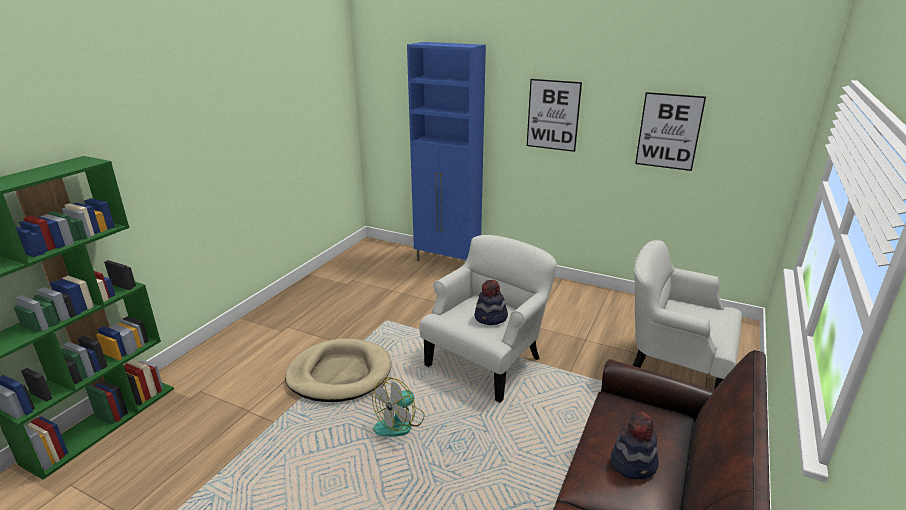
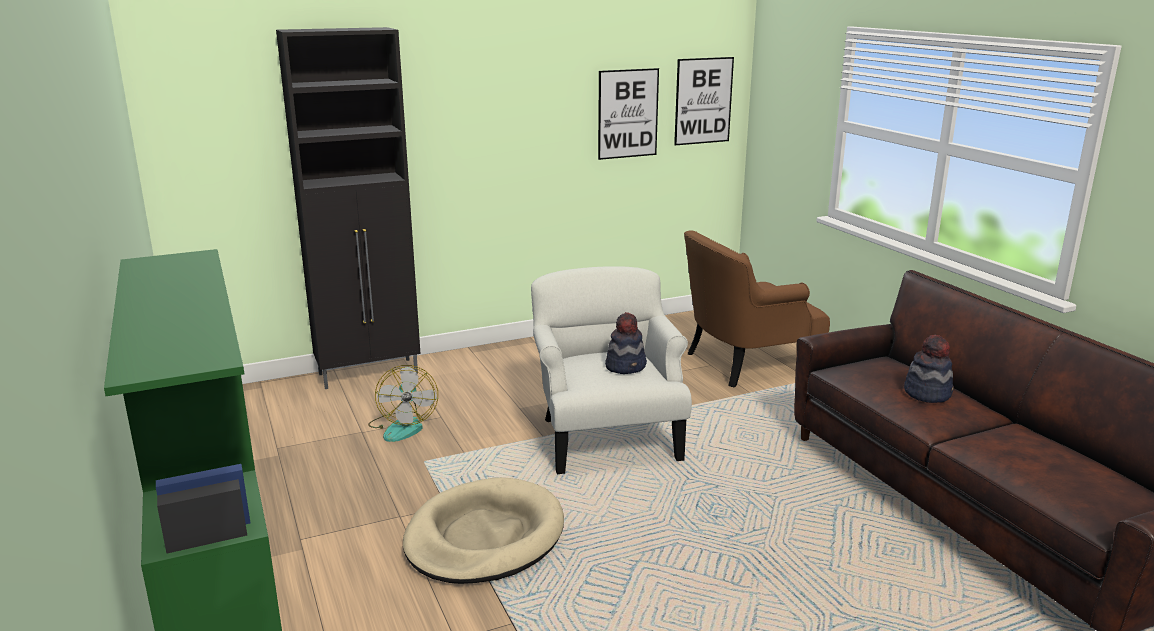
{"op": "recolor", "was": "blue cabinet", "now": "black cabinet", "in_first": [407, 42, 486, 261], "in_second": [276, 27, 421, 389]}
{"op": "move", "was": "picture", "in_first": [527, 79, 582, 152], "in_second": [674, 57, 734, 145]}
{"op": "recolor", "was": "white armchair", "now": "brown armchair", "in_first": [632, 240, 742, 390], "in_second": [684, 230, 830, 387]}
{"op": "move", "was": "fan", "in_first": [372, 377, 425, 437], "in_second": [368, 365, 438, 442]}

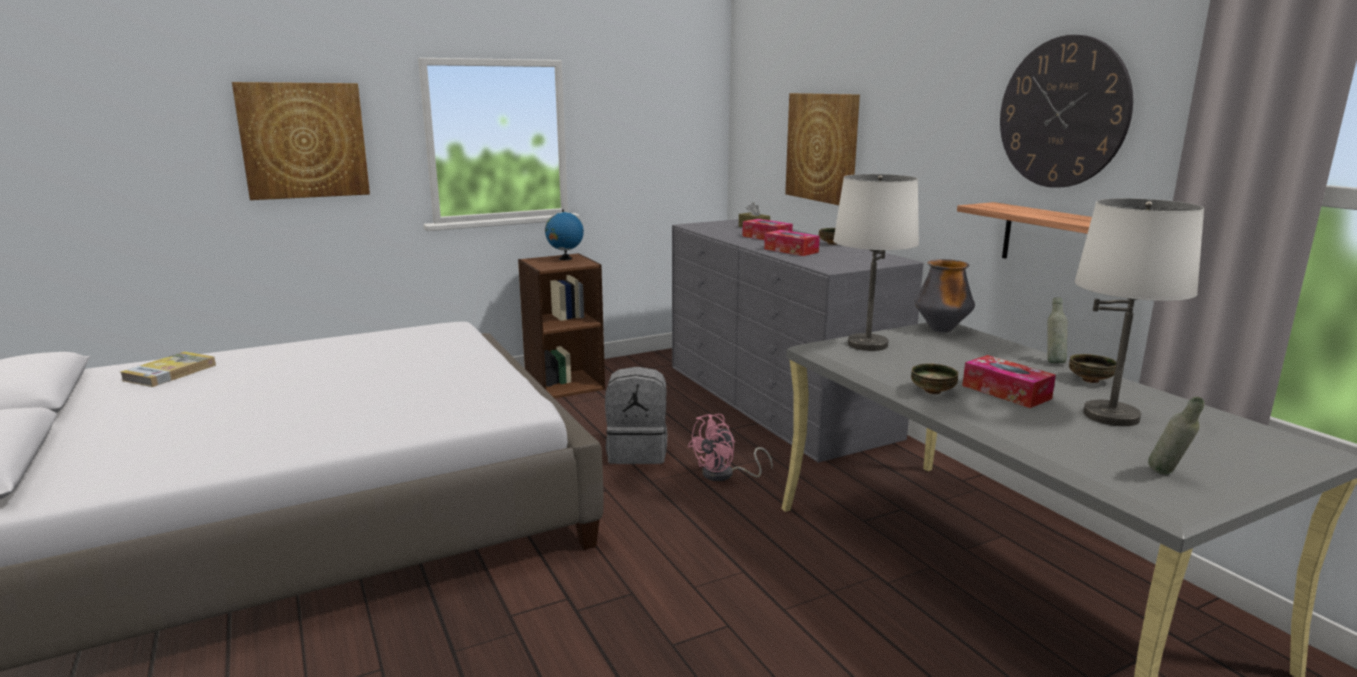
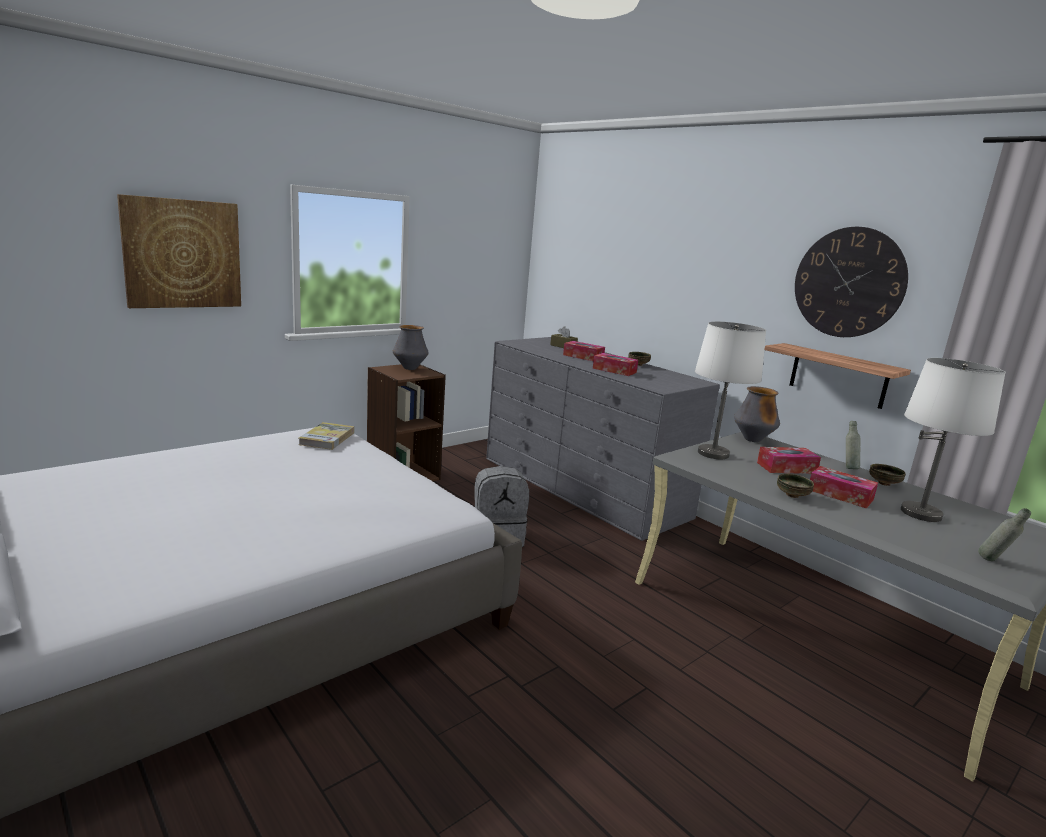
{"op": "delete", "was": "picture", "in_first": [785, 93, 860, 205]}
{"op": "replace", "was": "globe", "now": "vase", "in_first": [545, 209, 584, 260], "in_second": [393, 325, 429, 370]}
{"op": "move", "was": "book", "in_first": [121, 352, 216, 387], "in_second": [299, 422, 354, 450]}
{"op": "delete", "was": "pink fan", "in_first": [688, 414, 773, 481]}
{"op": "insert", "now": "tissue box", "in_second": [757, 447, 821, 474]}

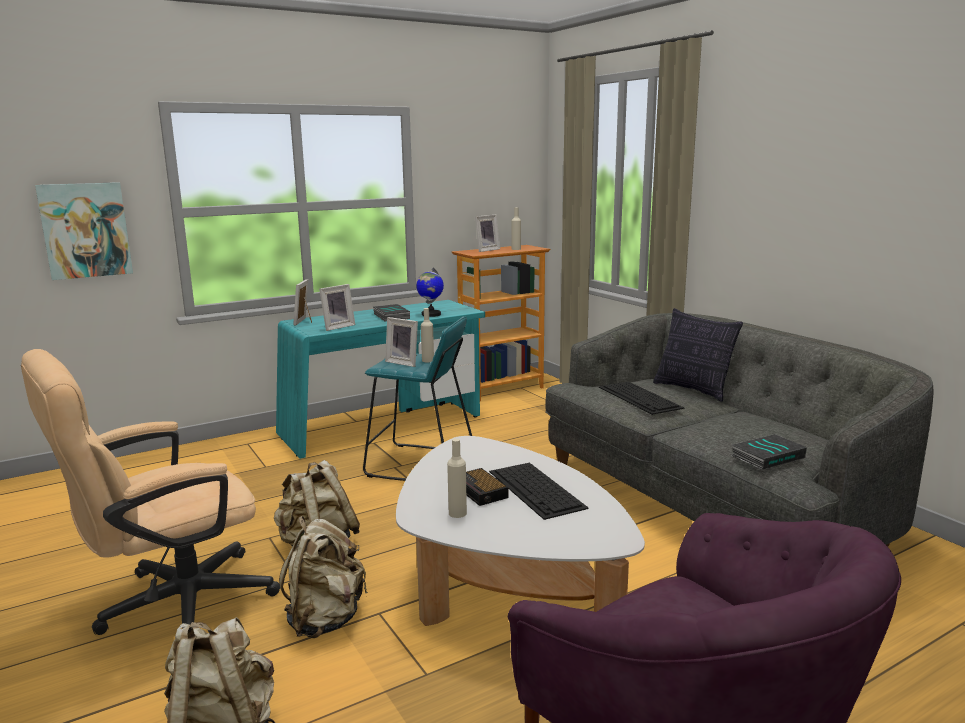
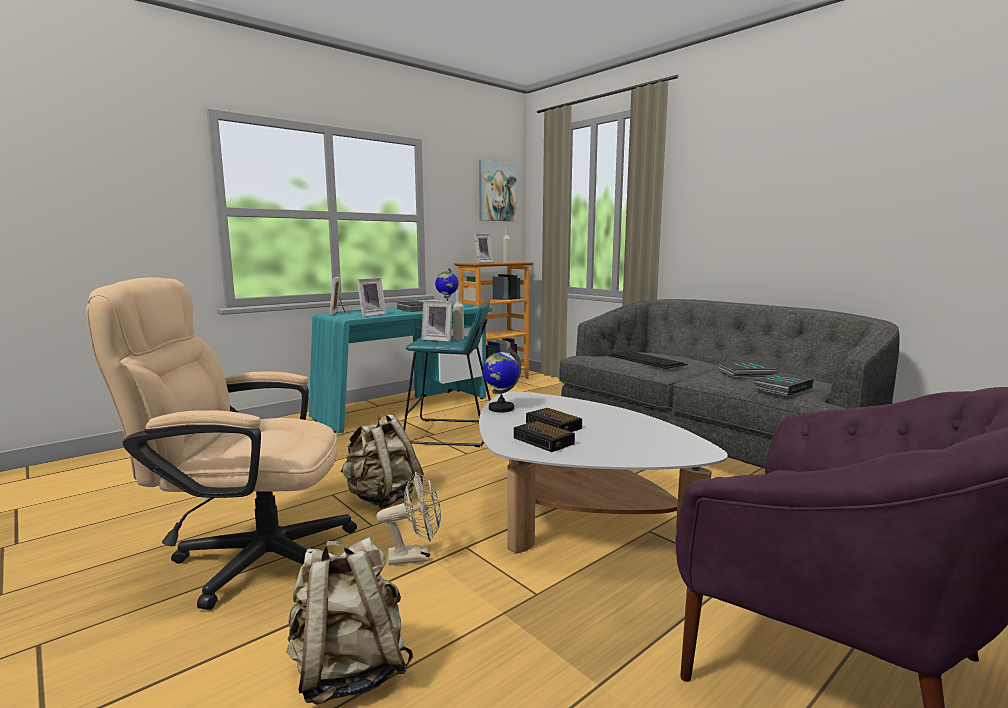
{"op": "move", "was": "picture", "in_first": [35, 182, 133, 280], "in_second": [479, 160, 517, 222]}
{"op": "delete", "was": "pillow", "in_first": [653, 308, 743, 402]}
{"op": "rotate", "was": "beige office chair", "in_first": [21, 349, 280, 635], "in_second": [86, 277, 357, 610], "clockwise": 45}
{"op": "replace", "was": "beige bottle", "now": "alarm clock", "in_first": [447, 438, 467, 518], "in_second": [514, 421, 575, 452]}
{"op": "delete", "was": "keyboard", "in_first": [489, 463, 589, 520]}
{"op": "replace", "was": "beige backpack", "now": "beige fan", "in_first": [279, 516, 368, 638], "in_second": [376, 472, 441, 566]}
{"op": "insert", "now": "globe", "in_second": [483, 347, 521, 412]}
{"op": "insert", "now": "book", "in_second": [719, 362, 779, 379]}

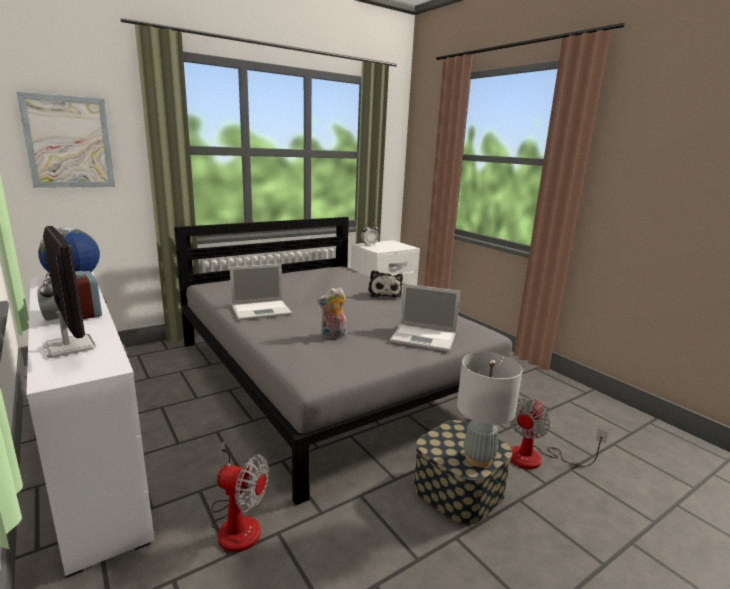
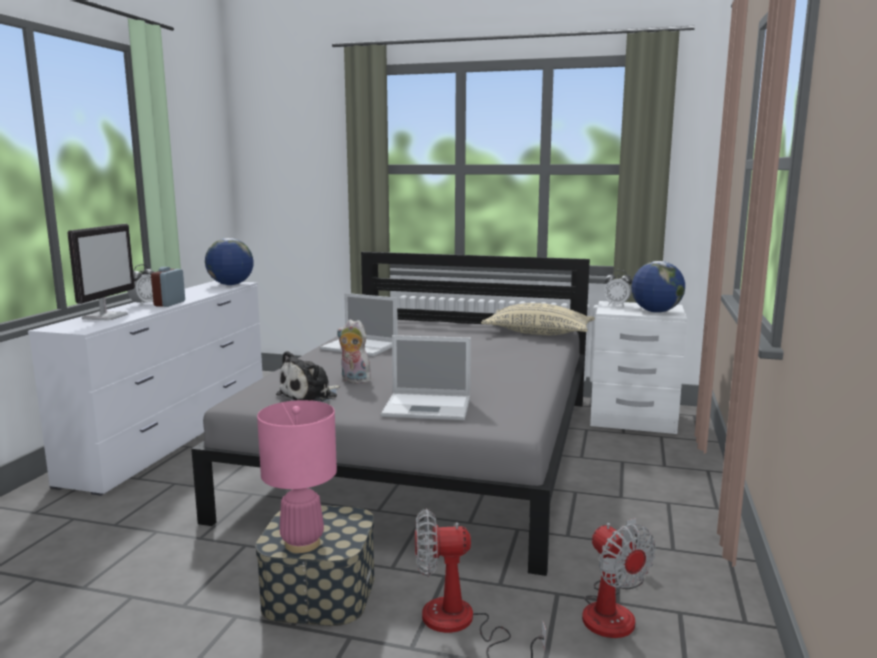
{"op": "delete", "was": "picture", "in_first": [16, 92, 115, 188]}
{"op": "move", "was": "plush toy", "in_first": [368, 270, 403, 298], "in_second": [276, 351, 341, 402]}
{"op": "rotate", "was": "laptop", "in_first": [390, 284, 460, 352], "in_second": [381, 335, 471, 420], "clockwise": -60}
{"op": "recolor", "was": "grey table lamp", "now": "pink table lamp", "in_first": [457, 352, 523, 468], "in_second": [257, 400, 337, 553]}
{"op": "move", "was": "fan", "in_first": [211, 440, 269, 552], "in_second": [582, 518, 656, 638]}
{"op": "insert", "now": "globe", "in_second": [631, 261, 685, 313]}
{"op": "insert", "now": "beige pillow", "in_second": [481, 303, 595, 335]}

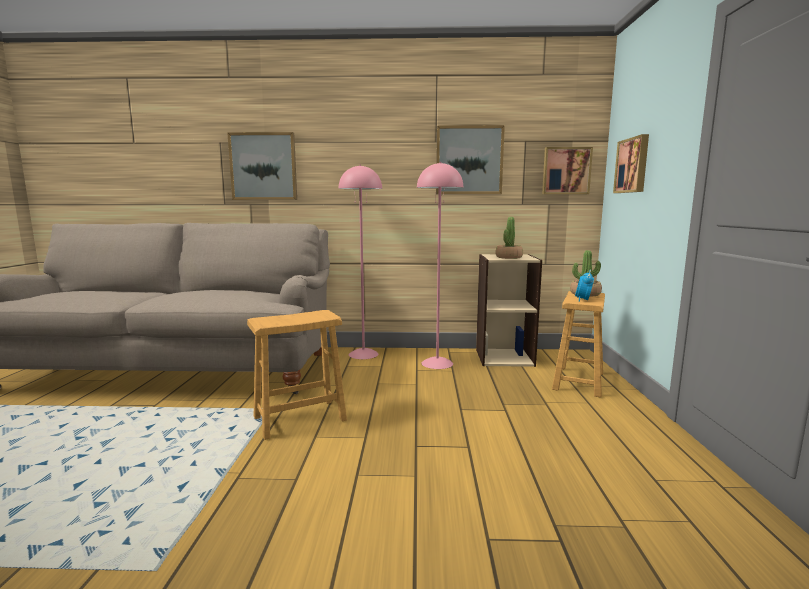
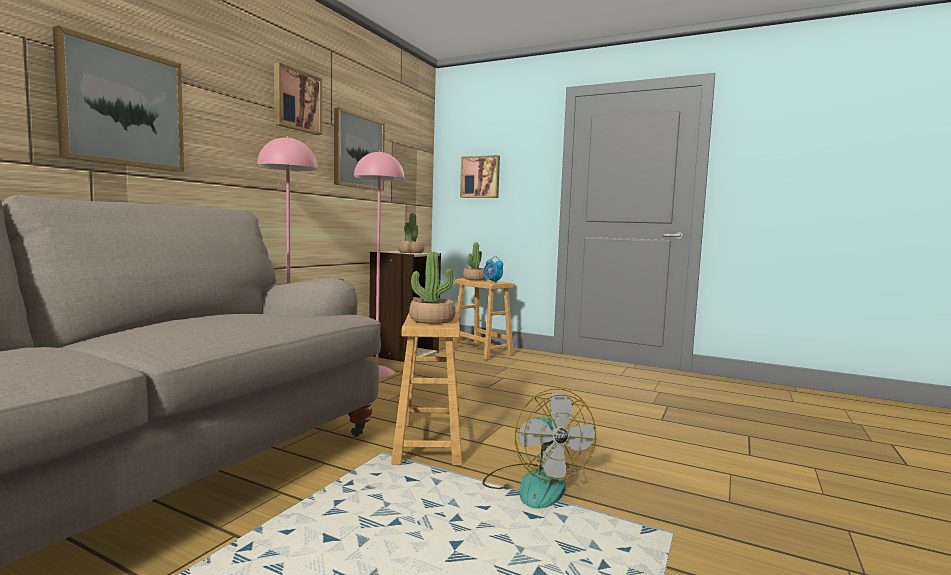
{"op": "move", "was": "picture", "in_first": [542, 147, 593, 194], "in_second": [274, 62, 322, 135]}
{"op": "insert", "now": "potted plant", "in_second": [409, 252, 456, 324]}
{"op": "insert", "now": "fan", "in_second": [482, 389, 596, 509]}

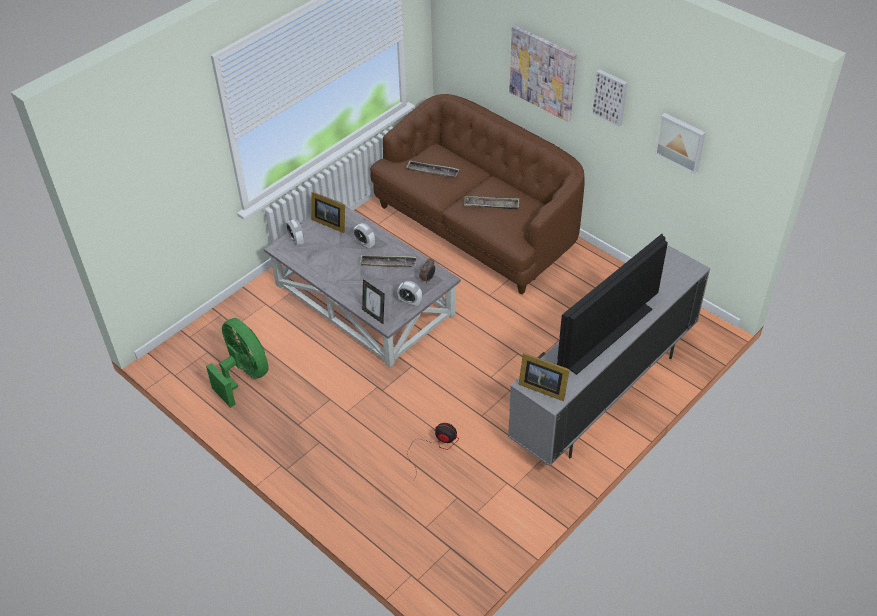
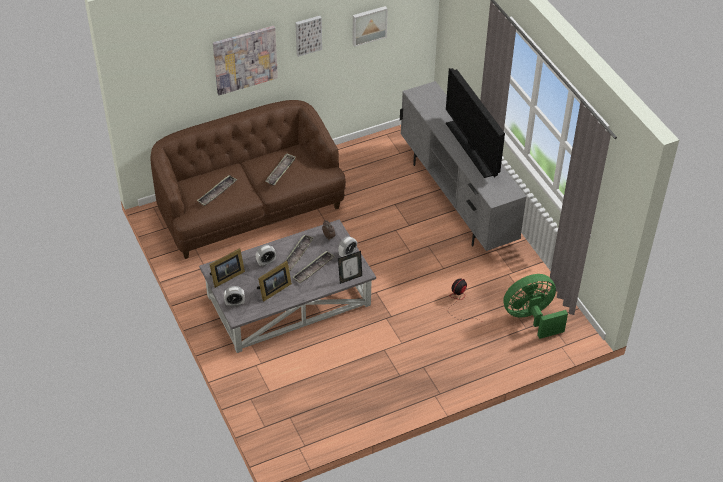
{"op": "move", "was": "green fan", "in_first": [206, 318, 269, 408], "in_second": [503, 274, 568, 339]}
{"op": "move", "was": "picture frame", "in_first": [518, 353, 570, 401], "in_second": [257, 261, 292, 302]}
{"op": "insert", "now": "tray", "in_second": [293, 251, 335, 284]}

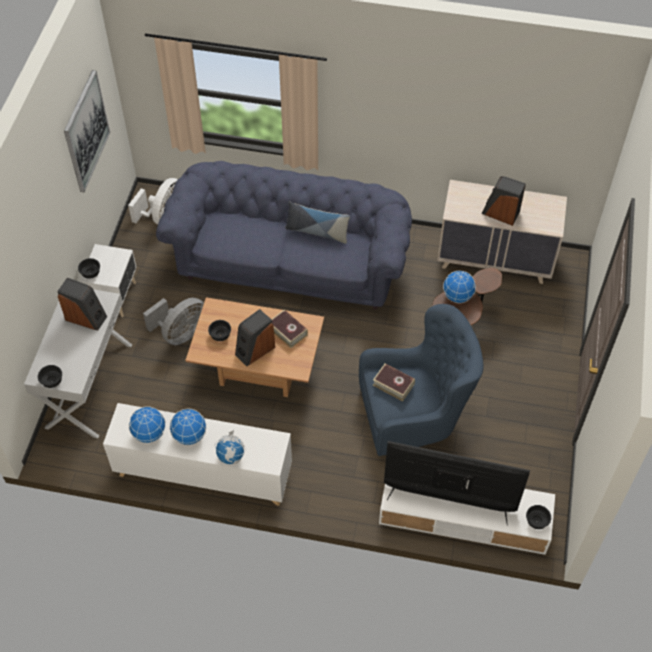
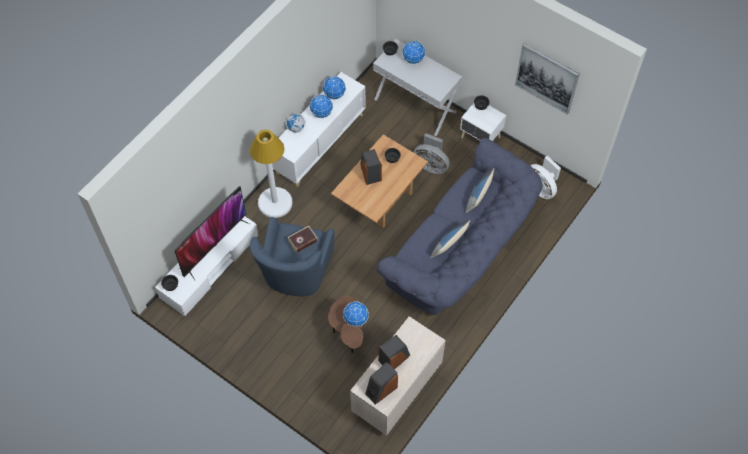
{"op": "move", "was": "speaker", "in_first": [57, 278, 107, 331], "in_second": [365, 363, 398, 404]}
{"op": "rotate", "was": "grey fan", "in_first": [143, 298, 204, 345], "in_second": [413, 133, 450, 174], "clockwise": -45}
{"op": "delete", "was": "book", "in_first": [271, 309, 308, 348]}
{"op": "insert", "now": "globe", "in_second": [402, 41, 425, 64]}
{"op": "insert", "now": "white floor lamp", "in_second": [250, 130, 293, 218]}
{"op": "insert", "now": "pillow", "in_second": [465, 168, 494, 214]}

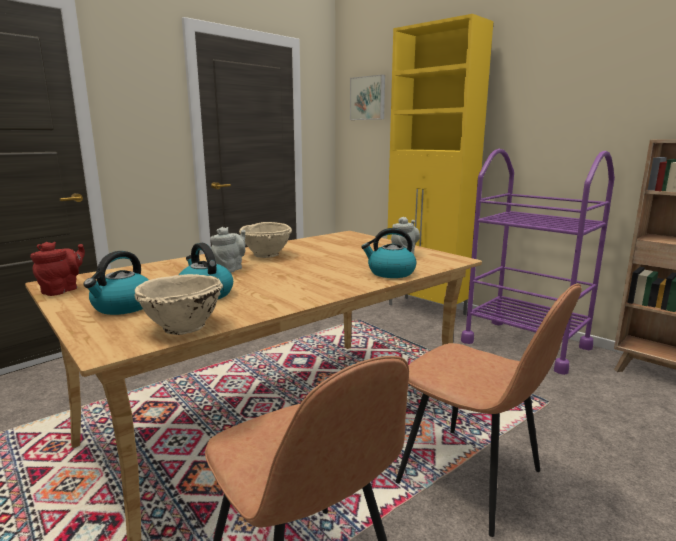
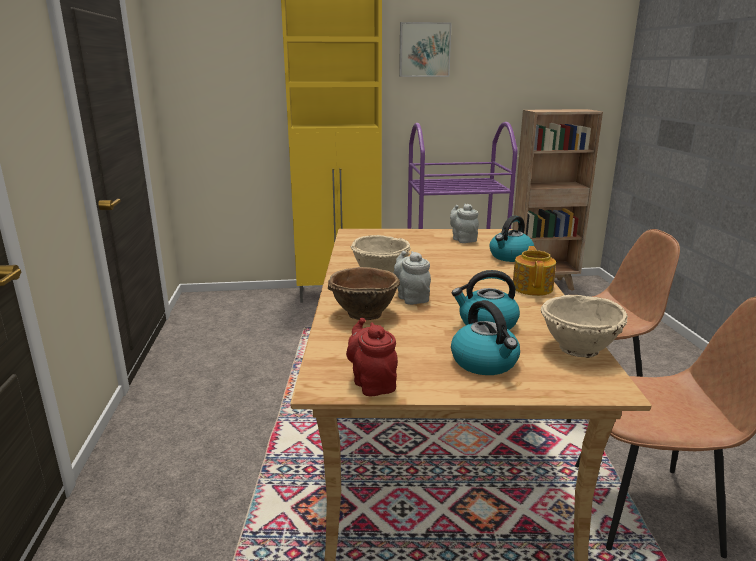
{"op": "move", "was": "picture", "in_first": [350, 75, 385, 120], "in_second": [399, 22, 452, 77]}
{"op": "insert", "now": "teapot", "in_second": [513, 246, 556, 296]}
{"op": "insert", "now": "brown bowl", "in_second": [328, 267, 400, 320]}

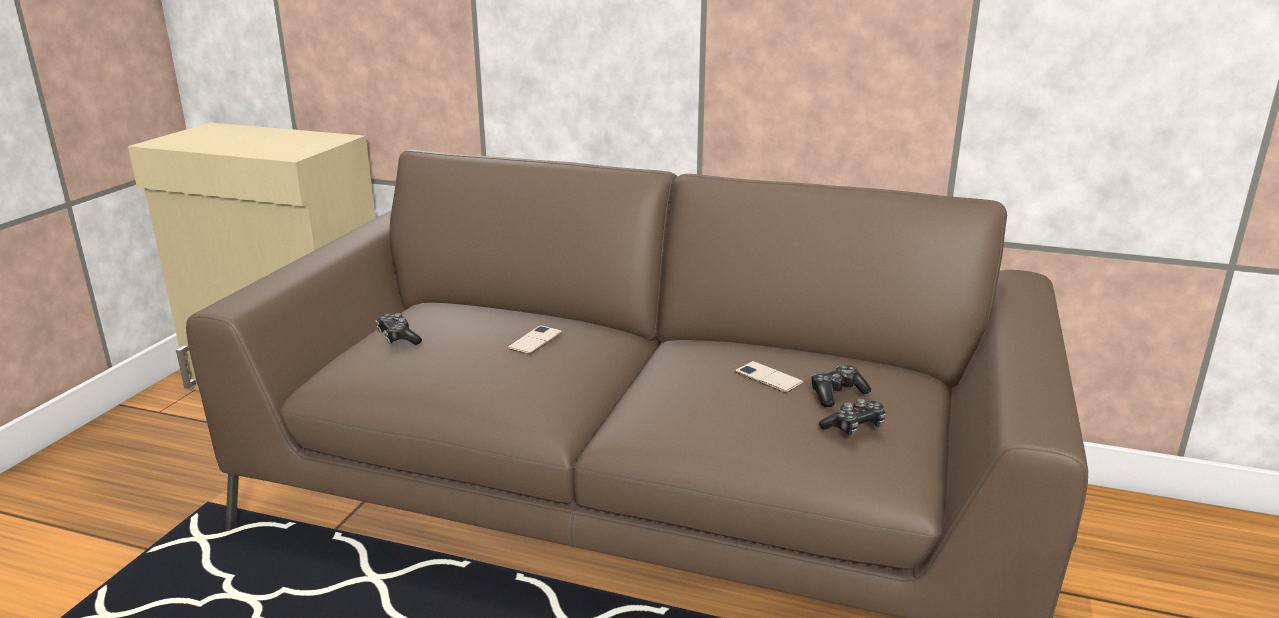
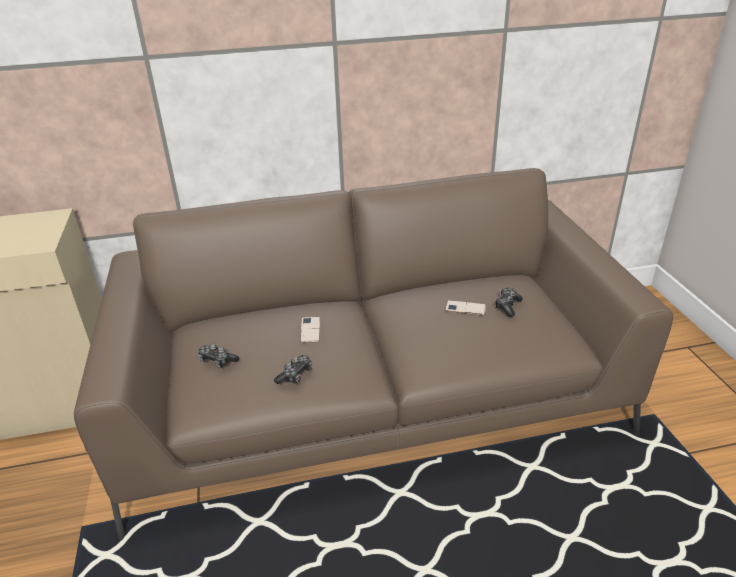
{"op": "move", "was": "game controller", "in_first": [819, 398, 886, 436], "in_second": [274, 355, 312, 384]}

